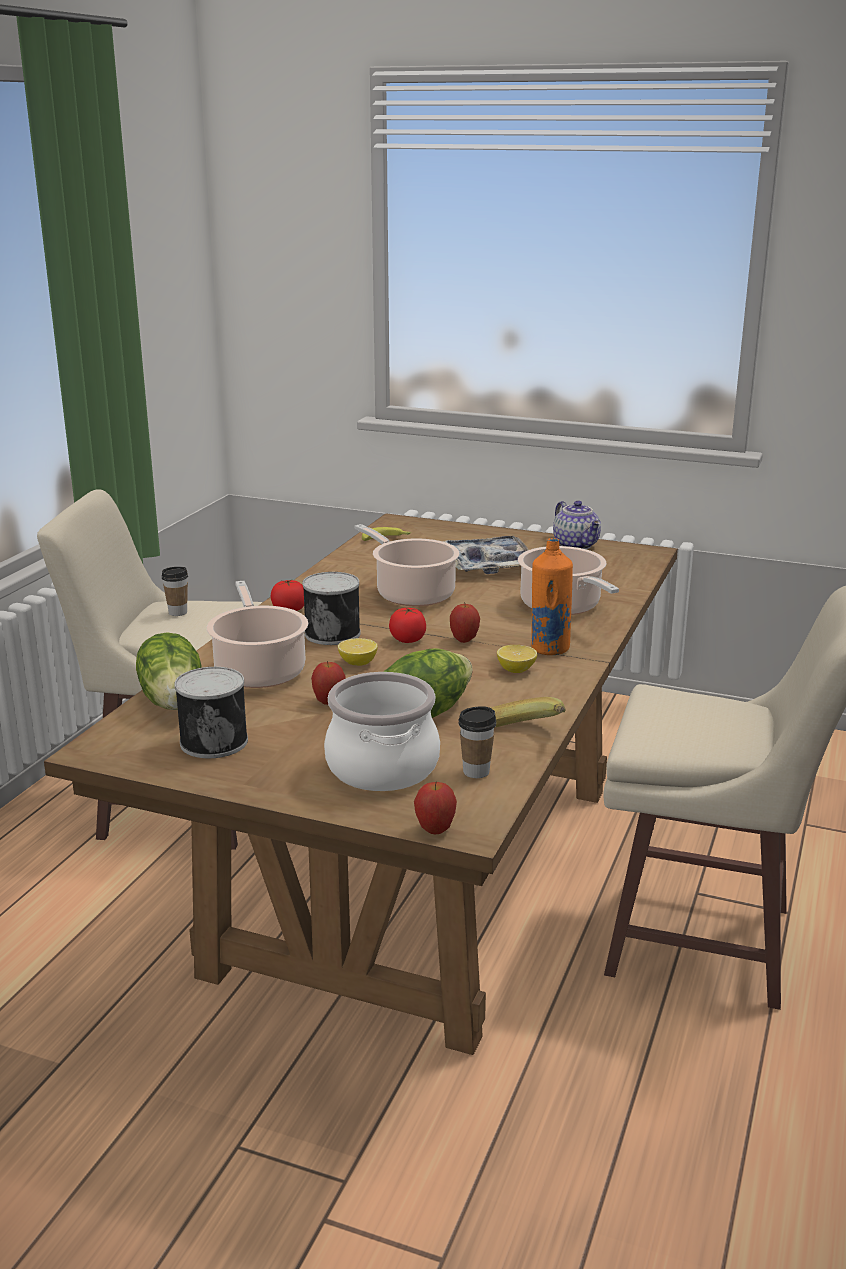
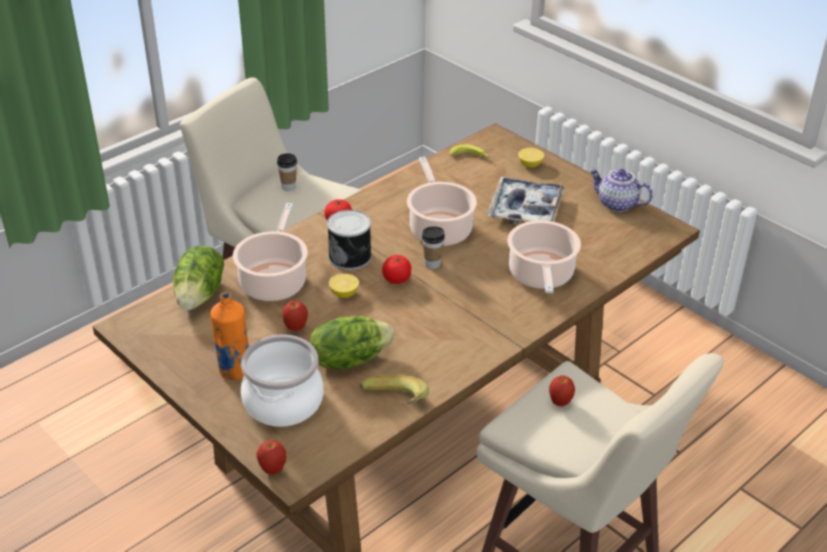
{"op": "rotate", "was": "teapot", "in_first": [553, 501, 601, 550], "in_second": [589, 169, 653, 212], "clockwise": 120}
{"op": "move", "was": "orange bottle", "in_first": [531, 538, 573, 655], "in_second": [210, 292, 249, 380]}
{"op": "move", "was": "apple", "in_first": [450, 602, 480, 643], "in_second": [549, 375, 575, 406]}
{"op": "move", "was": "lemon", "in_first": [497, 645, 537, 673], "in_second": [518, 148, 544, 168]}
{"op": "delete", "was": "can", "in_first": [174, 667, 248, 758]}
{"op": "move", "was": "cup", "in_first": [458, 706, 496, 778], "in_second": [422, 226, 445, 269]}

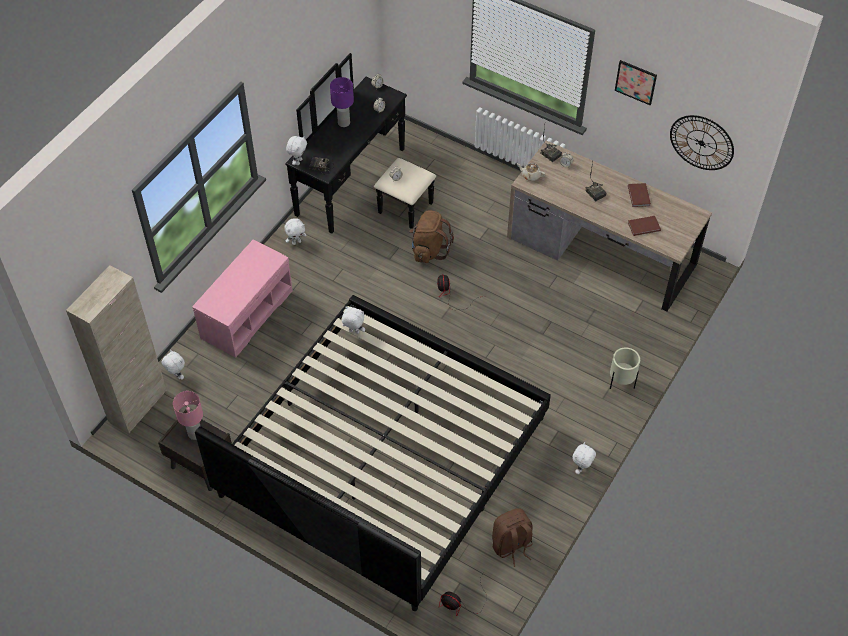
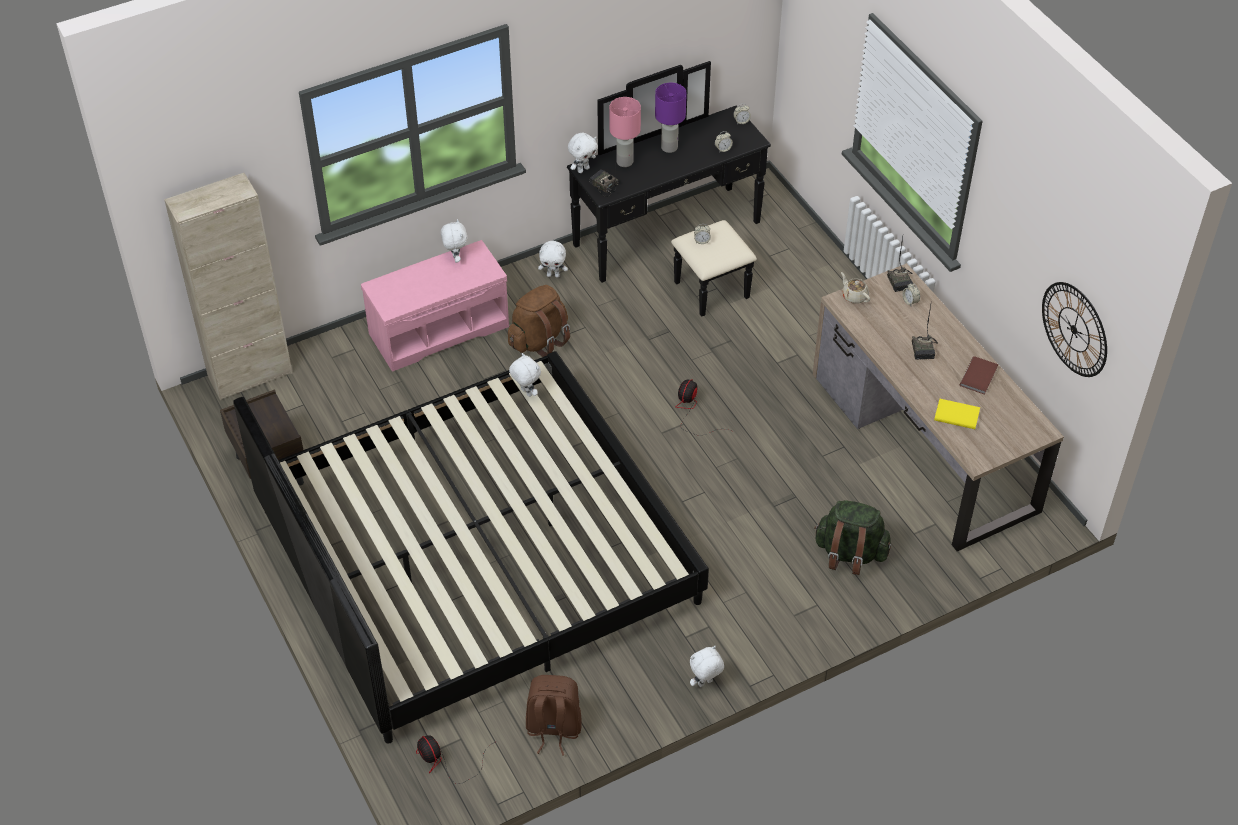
{"op": "delete", "was": "picture", "in_first": [615, 60, 657, 105]}
{"op": "move", "was": "brown backpack", "in_first": [409, 211, 454, 263], "in_second": [508, 285, 570, 357]}
{"op": "recolor", "was": "brown book", "now": "yellow book", "in_first": [628, 216, 661, 236], "in_second": [934, 399, 980, 429]}
{"op": "delete", "was": "beige planter", "in_first": [610, 347, 640, 389]}
{"op": "move", "was": "white plush toy", "in_first": [162, 350, 185, 380], "in_second": [441, 219, 467, 263]}
{"op": "move", "was": "pink table lamp", "in_first": [173, 391, 203, 440], "in_second": [609, 97, 641, 167]}
{"op": "insert", "now": "green backpack", "in_second": [814, 500, 891, 575]}

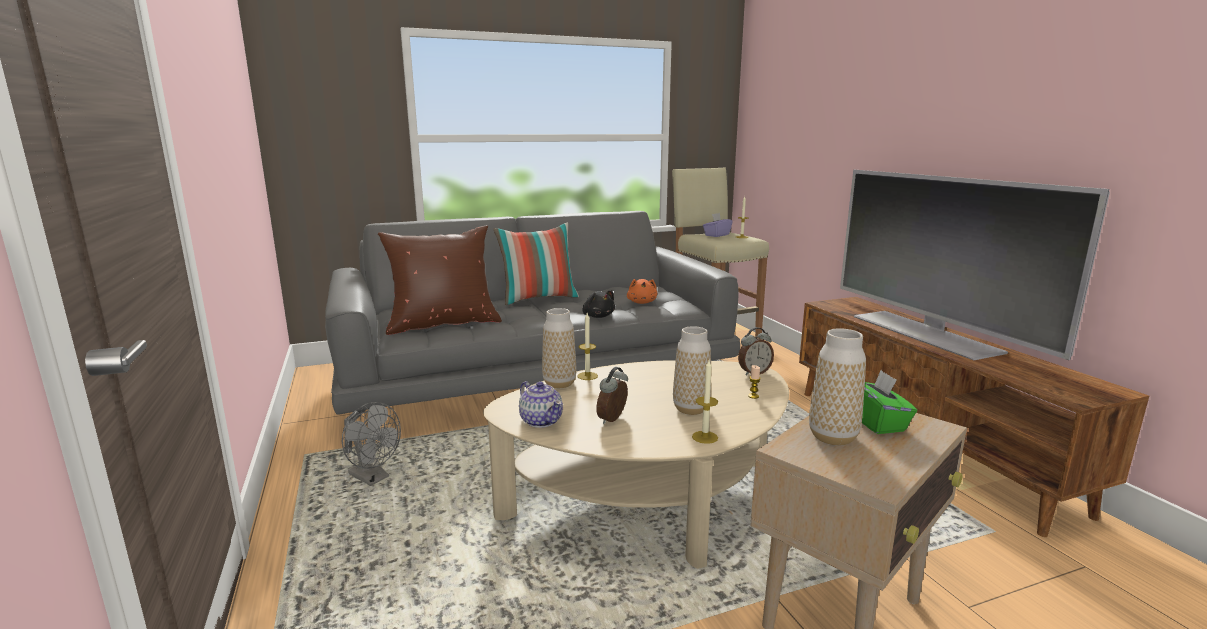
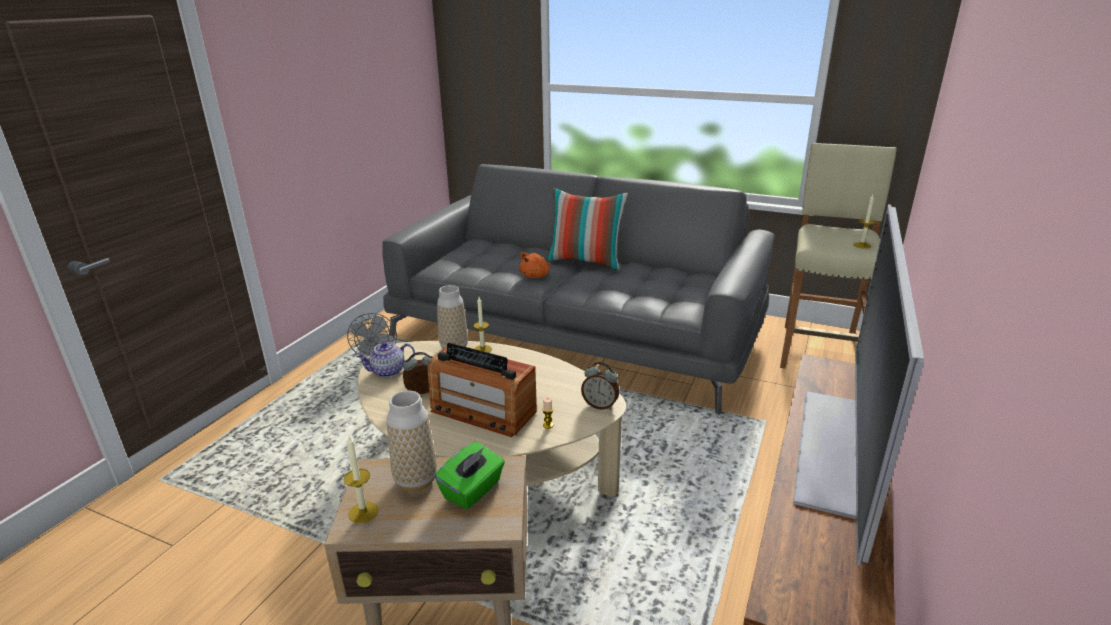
{"op": "delete", "was": "purple tissue box", "in_first": [703, 213, 733, 237]}
{"op": "delete", "was": "brown pillow", "in_first": [378, 225, 502, 335]}
{"op": "move", "was": "orange plush toy", "in_first": [627, 279, 657, 304], "in_second": [519, 252, 551, 278]}
{"op": "delete", "was": "black plush toy", "in_first": [583, 290, 615, 318]}
{"op": "replace", "was": "vase", "now": "radio", "in_first": [673, 326, 711, 415], "in_second": [428, 343, 537, 437]}
{"op": "move", "was": "candle", "in_first": [692, 360, 718, 444], "in_second": [343, 436, 379, 523]}
{"op": "rotate", "was": "teapot", "in_first": [519, 381, 563, 428], "in_second": [356, 341, 415, 378], "clockwise": 60}

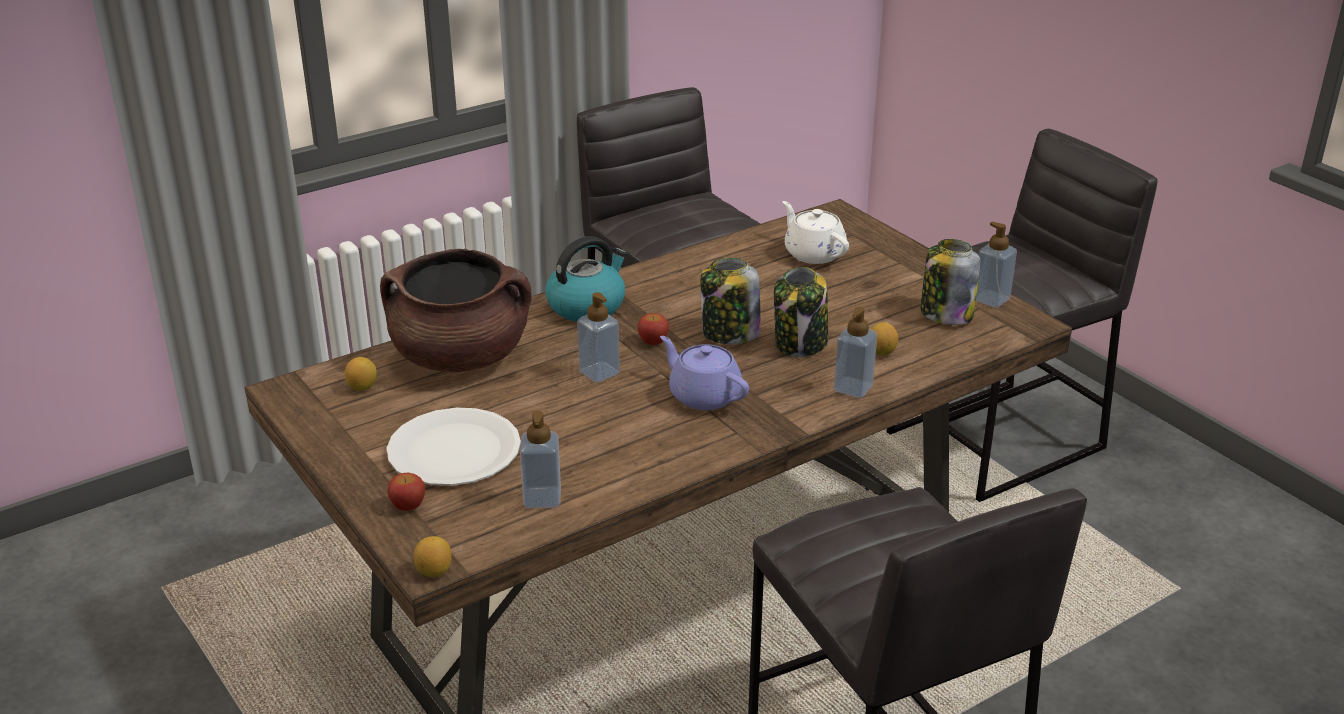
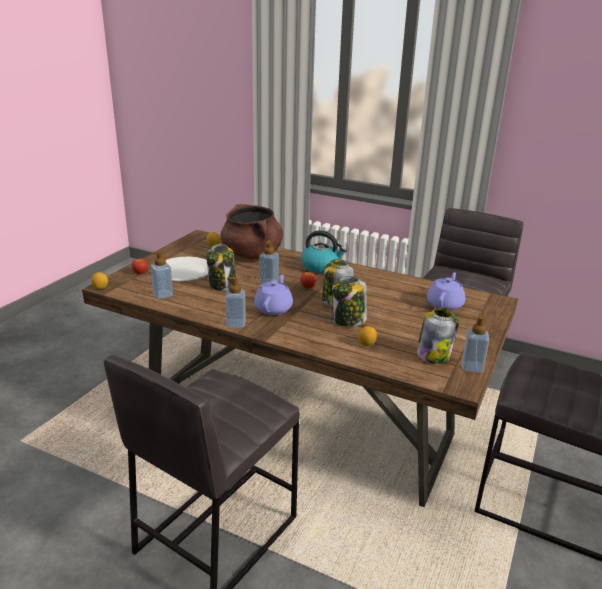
{"op": "recolor", "was": "white teapot", "now": "purple teapot", "in_first": [783, 201, 849, 264], "in_second": [427, 272, 465, 311]}
{"op": "move", "was": "soap dispenser", "in_first": [834, 307, 877, 398], "in_second": [225, 277, 246, 328]}
{"op": "insert", "now": "jar", "in_second": [206, 244, 236, 291]}

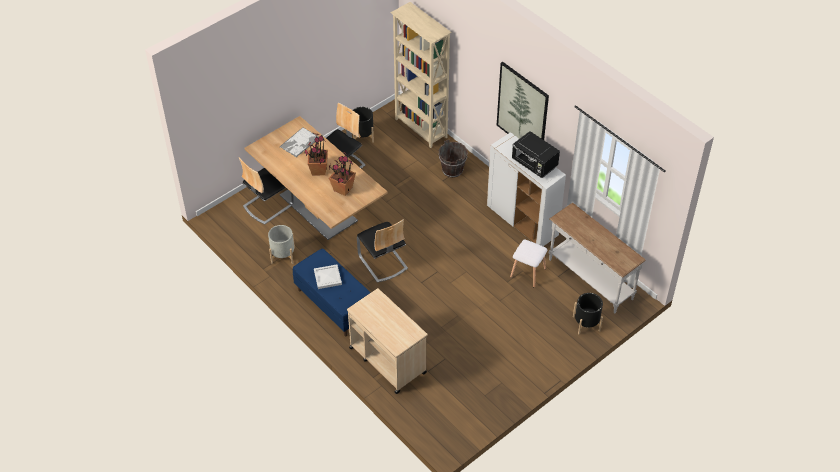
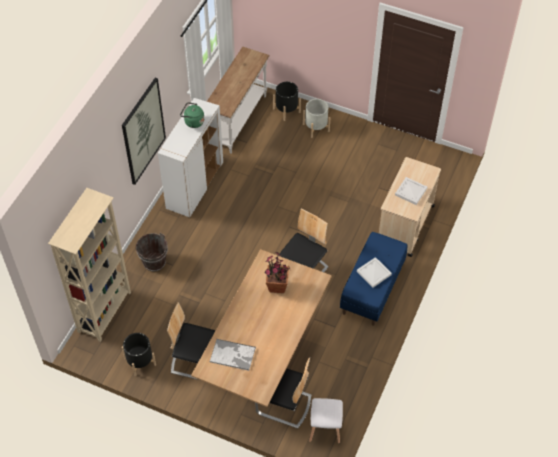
{"op": "replace", "was": "black microwave", "now": "green kettle", "in_first": [512, 131, 560, 178], "in_second": [180, 102, 204, 128]}
{"op": "delete", "was": "potted plant", "in_first": [304, 133, 328, 175]}
{"op": "move", "was": "grey planter", "in_first": [268, 225, 295, 264], "in_second": [303, 99, 330, 138]}
{"op": "move", "was": "white stool", "in_first": [510, 240, 547, 288], "in_second": [309, 398, 343, 444]}
{"op": "insert", "now": "white tray", "in_second": [395, 177, 427, 205]}

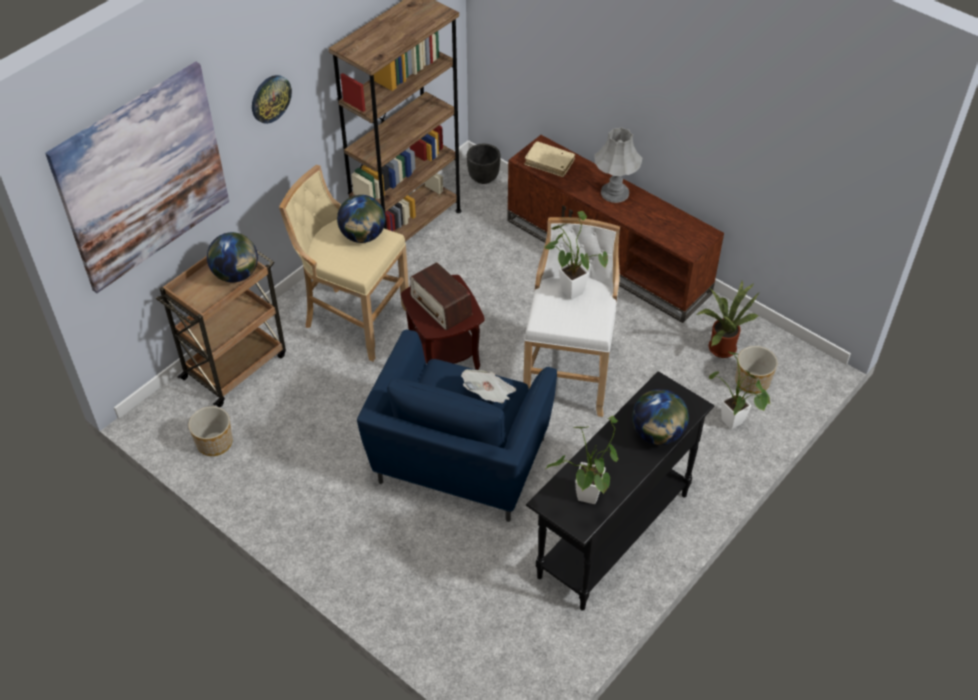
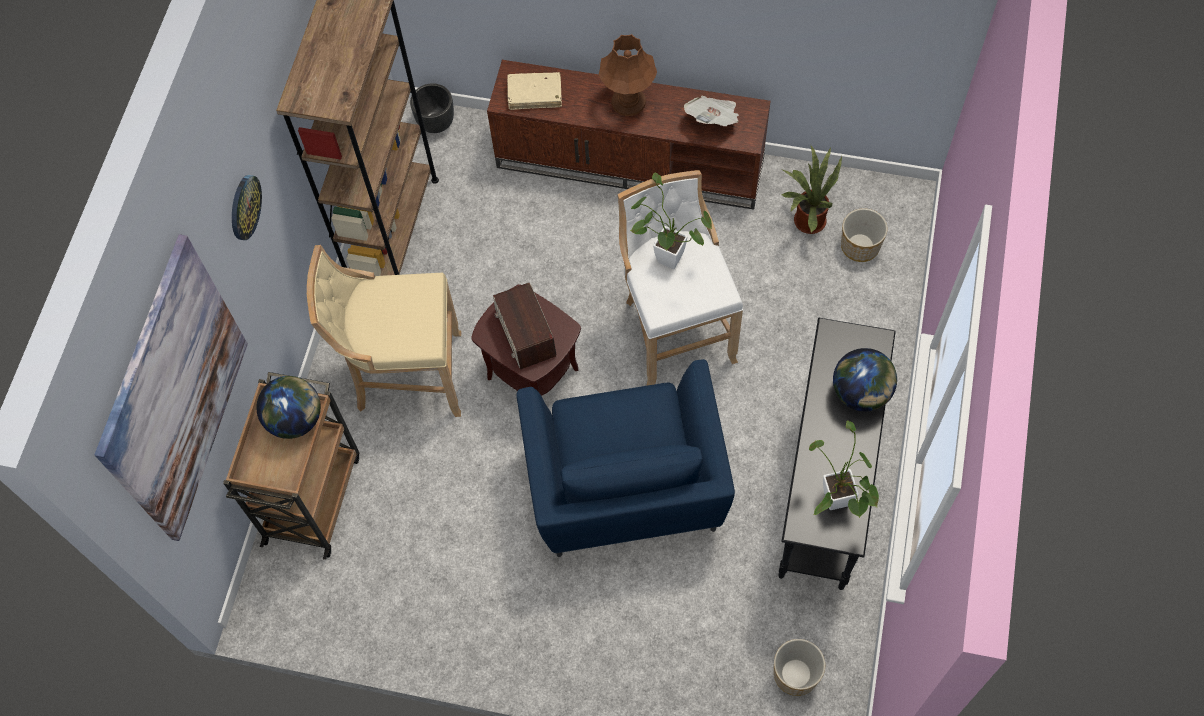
{"op": "recolor", "was": "grey table lamp", "now": "brown table lamp", "in_first": [594, 127, 642, 203], "in_second": [599, 34, 657, 116]}
{"op": "delete", "was": "globe", "in_first": [337, 195, 385, 243]}
{"op": "rotate", "was": "radio", "in_first": [410, 262, 472, 330], "in_second": [493, 283, 556, 369], "clockwise": 45}
{"op": "delete", "was": "potted plant", "in_first": [709, 352, 770, 430]}
{"op": "move", "was": "newspaper", "in_first": [461, 369, 516, 403], "in_second": [684, 96, 739, 126]}
{"op": "move", "was": "planter", "in_first": [188, 406, 232, 456], "in_second": [774, 639, 825, 696]}

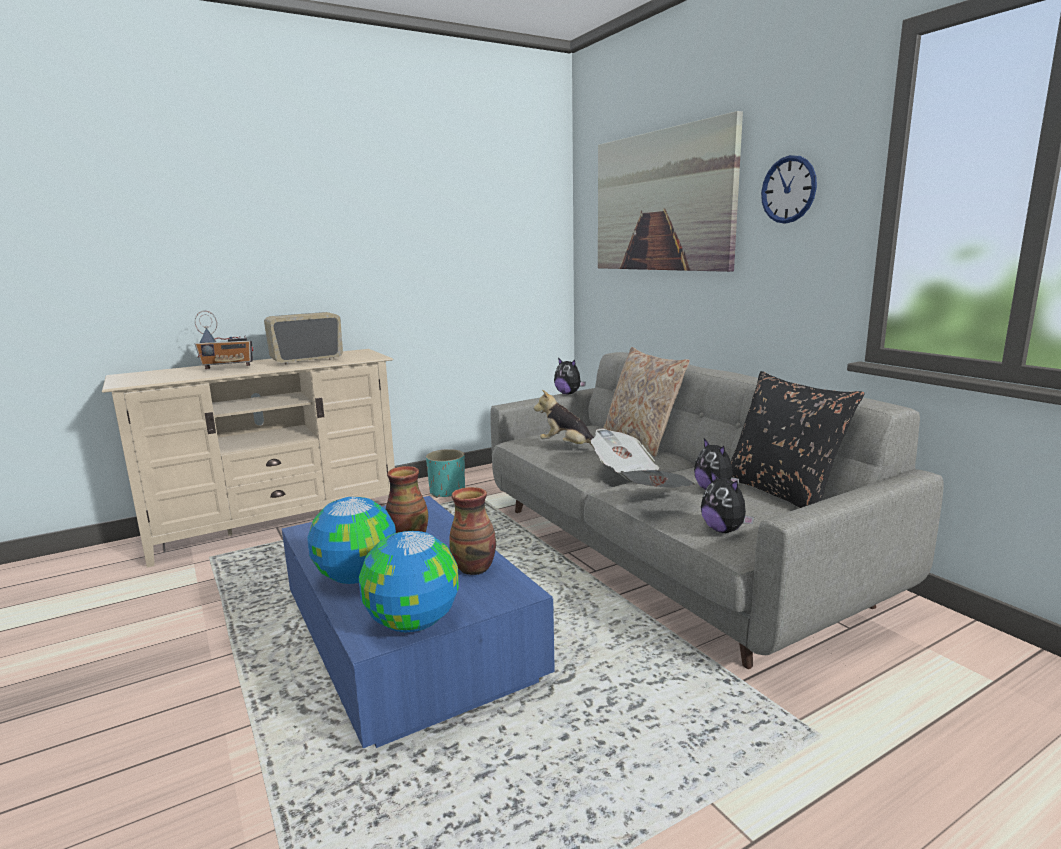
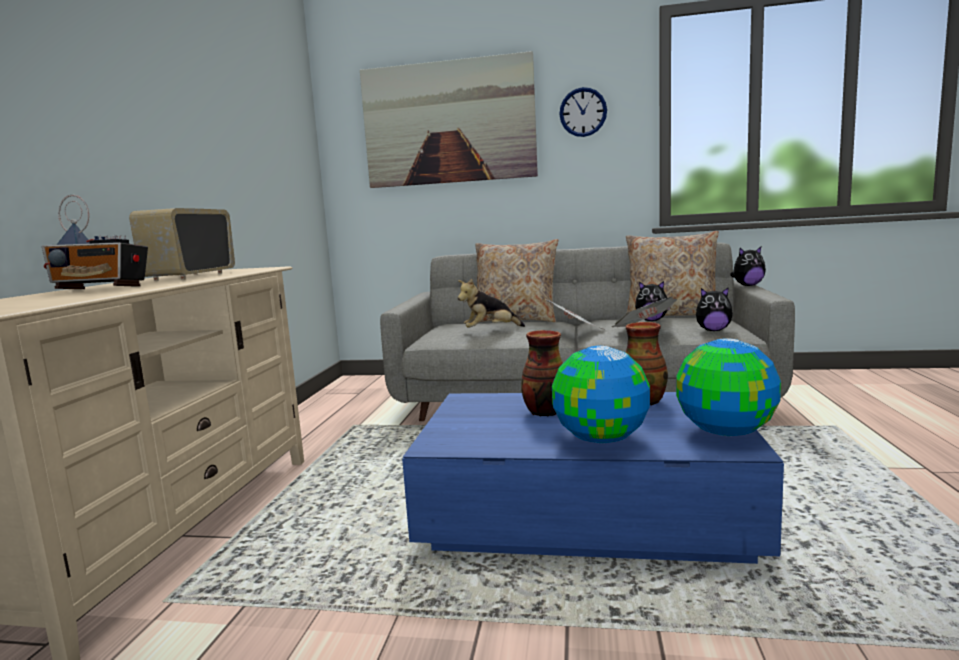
{"op": "rotate", "was": "radio", "in_first": [195, 311, 253, 369], "in_second": [42, 195, 148, 289], "clockwise": 75}
{"op": "move", "was": "plush toy", "in_first": [554, 358, 586, 394], "in_second": [730, 247, 766, 286]}
{"op": "recolor", "was": "black pillow", "now": "beige pillow", "in_first": [731, 371, 865, 508], "in_second": [626, 231, 719, 316]}
{"op": "delete", "was": "turquoise planter", "in_first": [426, 449, 465, 498]}

